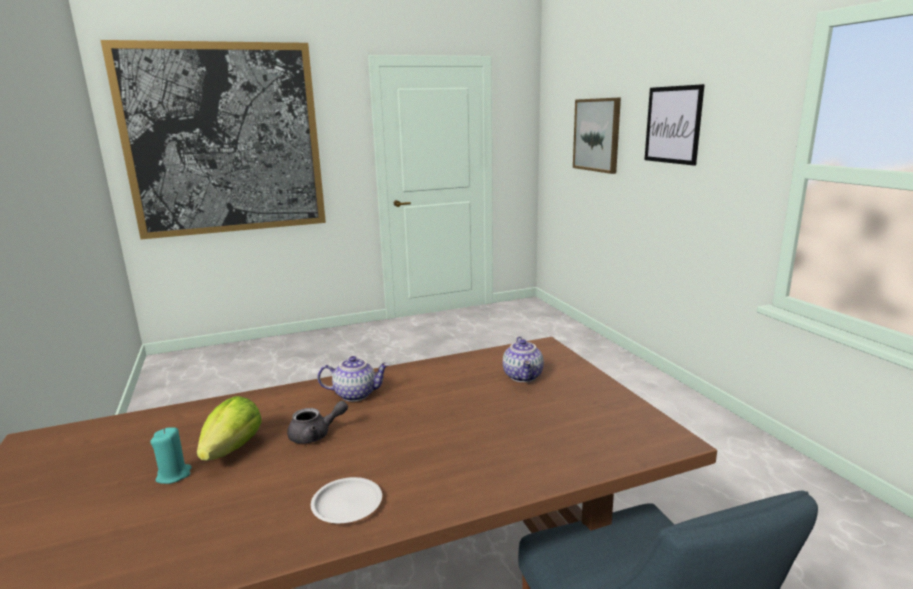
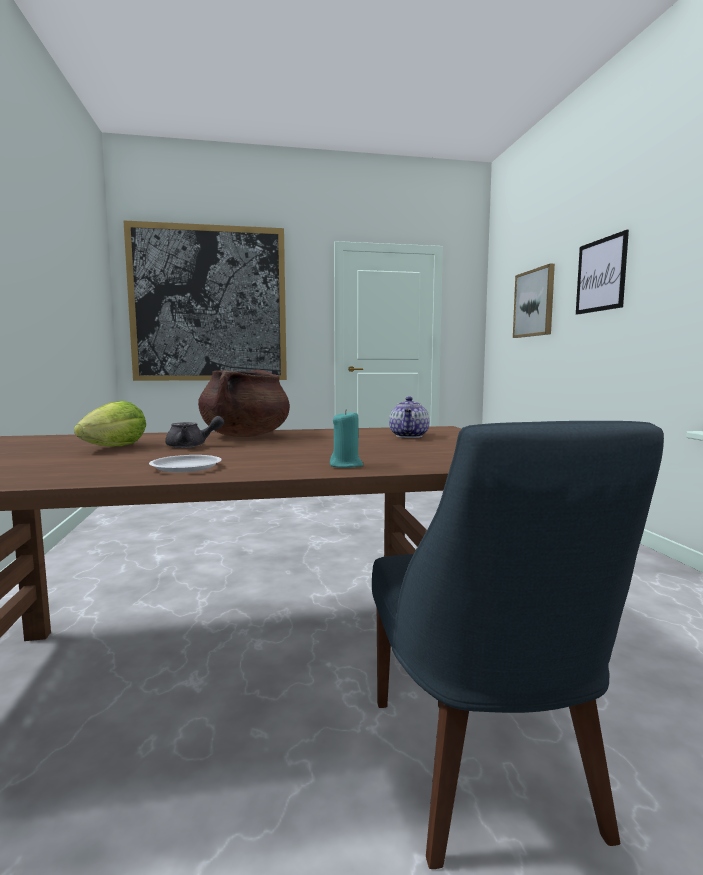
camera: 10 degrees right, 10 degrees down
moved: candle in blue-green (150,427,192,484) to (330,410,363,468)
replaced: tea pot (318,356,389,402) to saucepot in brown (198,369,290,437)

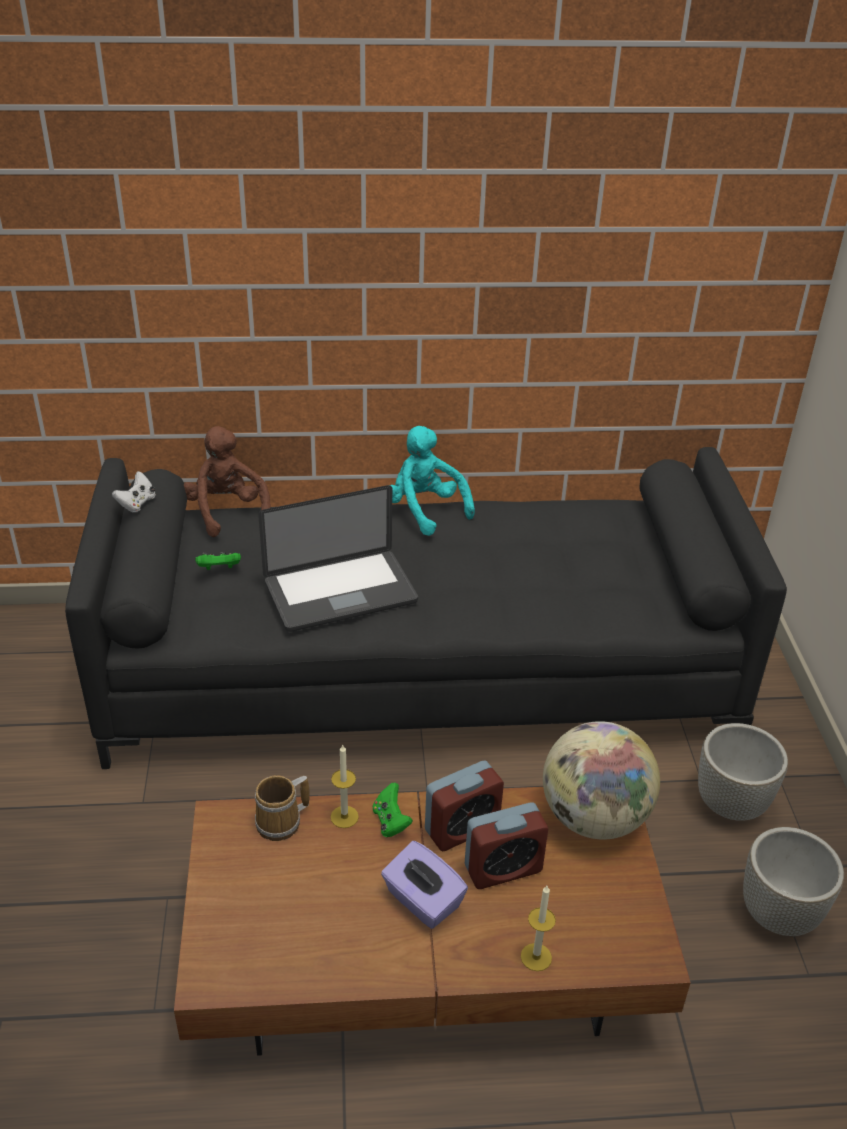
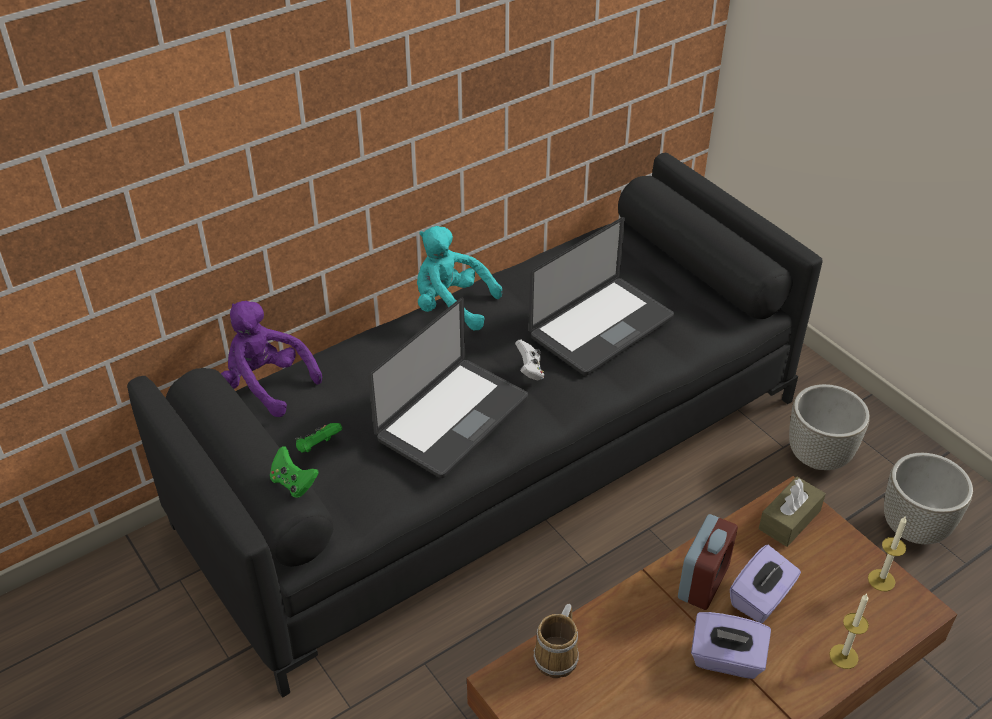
camera: 30 degrees left, 5 degrees up
added: notebook computer (529,217,674,376)
moved: game controller in white-coloured (112,471,156,513) to (515,340,544,380); candle (331,745,359,828) to (868,516,907,591); game controller in green-coloured (373,783,413,837) to (270,446,319,498)
replaced: alarm clock (465,802,548,889) to tissue holder in purplish (730,545,801,623); globe (543,721,660,840) to tissue holder in brown (759,477,826,547)
recoloured: soft toy in brown (184,426,271,537) to soft toy in purplish (221,301,322,417)

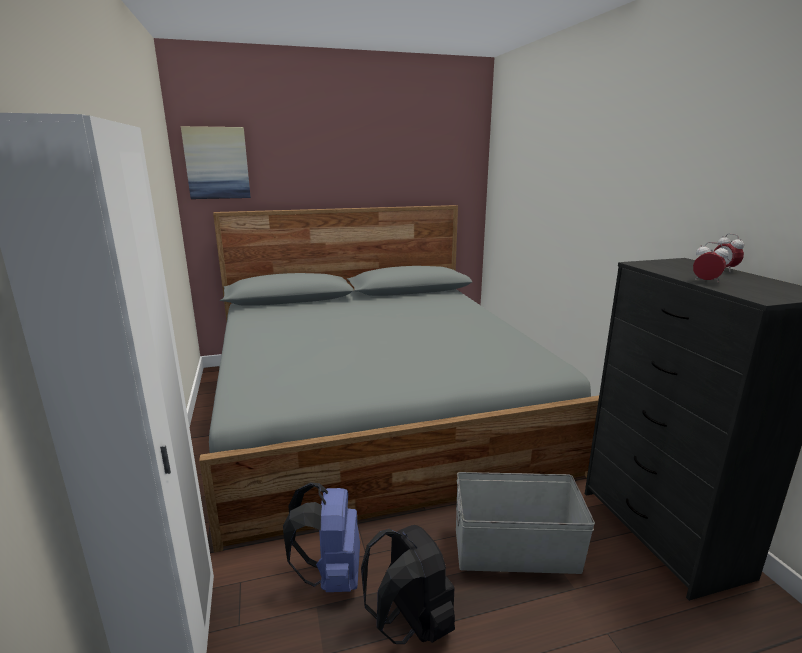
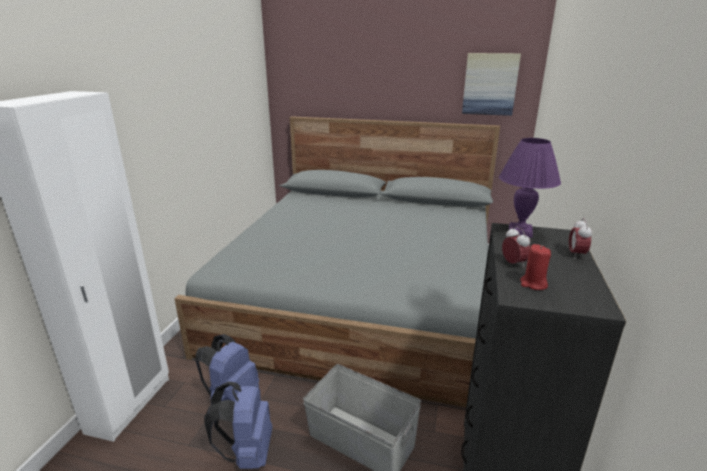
camera: 30 degrees right, 5 degrees up
added: tabletop lamp in purplish (499,138,561,238); candle in red-coloured (520,244,551,290)
moved: wall art (181,126,251,199) to (462,53,521,116)
recoloured: knapsack in blackish (361,525,455,644) to knapsack in bluish (204,381,272,469)

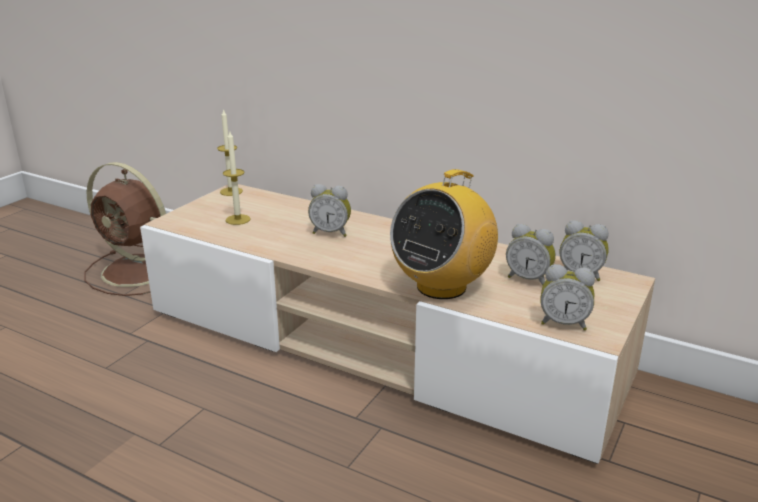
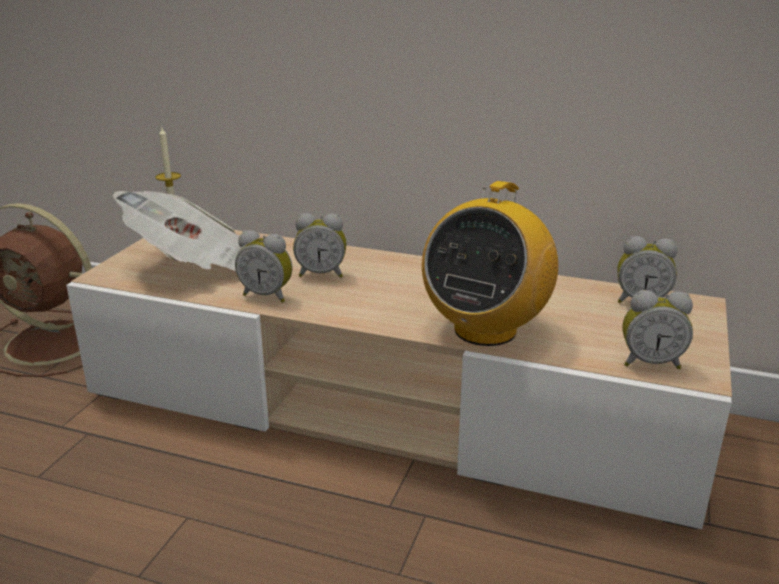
camera: 10 degrees left, 0 degrees up
moved: alarm clock (506,224,556,286) to (235,230,292,303)
replaced: candle (223,132,251,225) to newspaper (113,191,246,271)

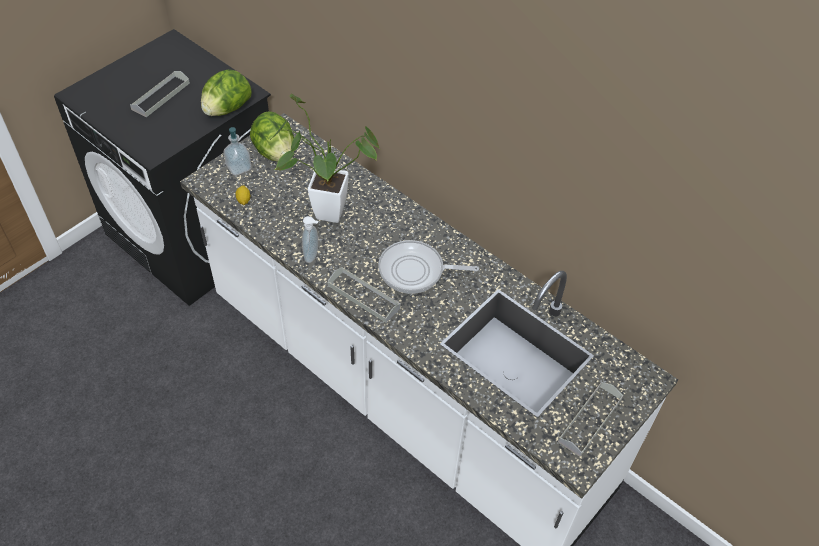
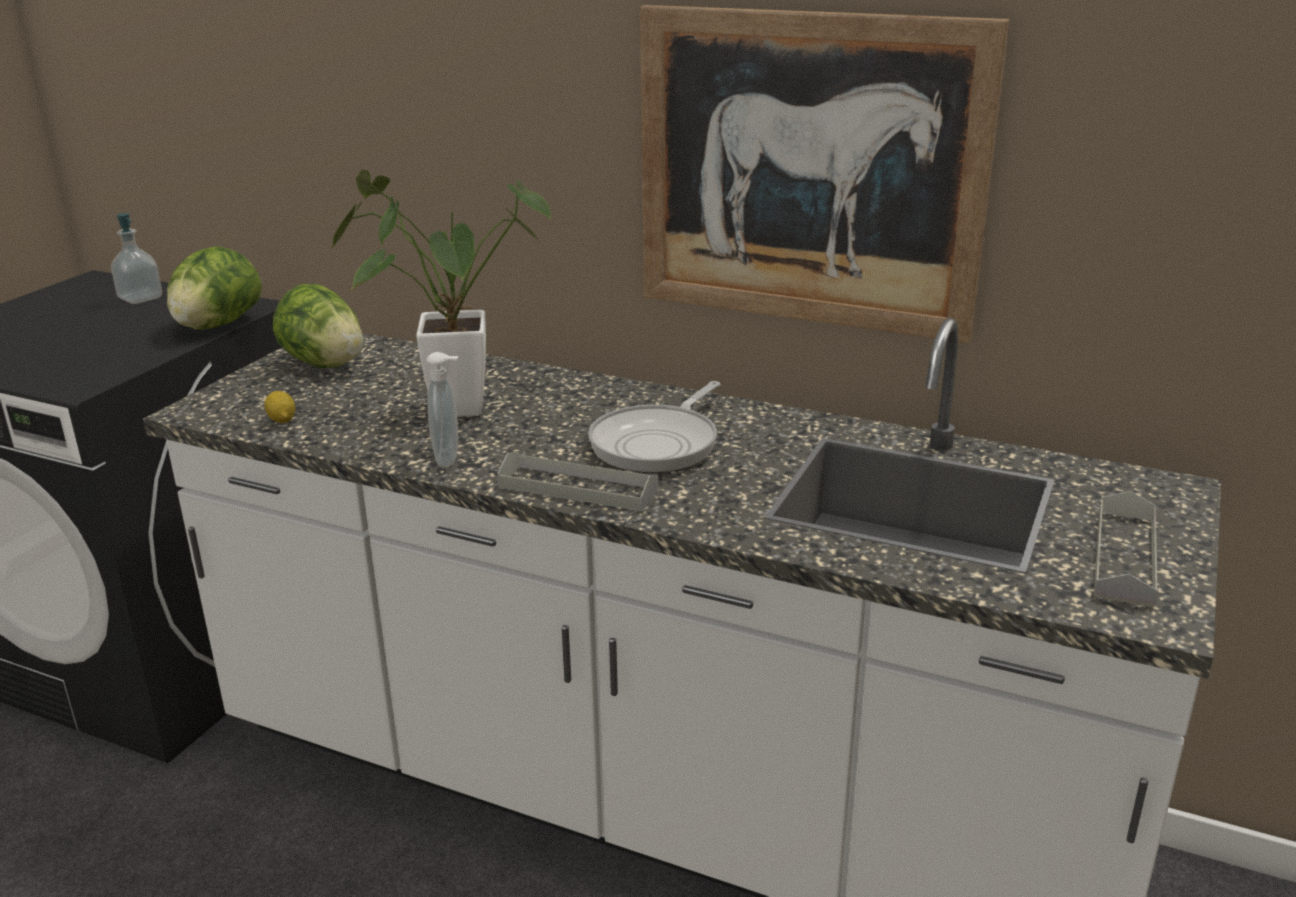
camera: 15 degrees left, 25 degrees down
removed: tray in greyish (130,71,190,117)
added: wall art (640,5,1010,343)
moved: soap dispenser (224,127,251,176) to (111,213,162,304)
turned: frying pan (378,240,479,294) = (588,381,721,473) 45 degrees counterclockwise

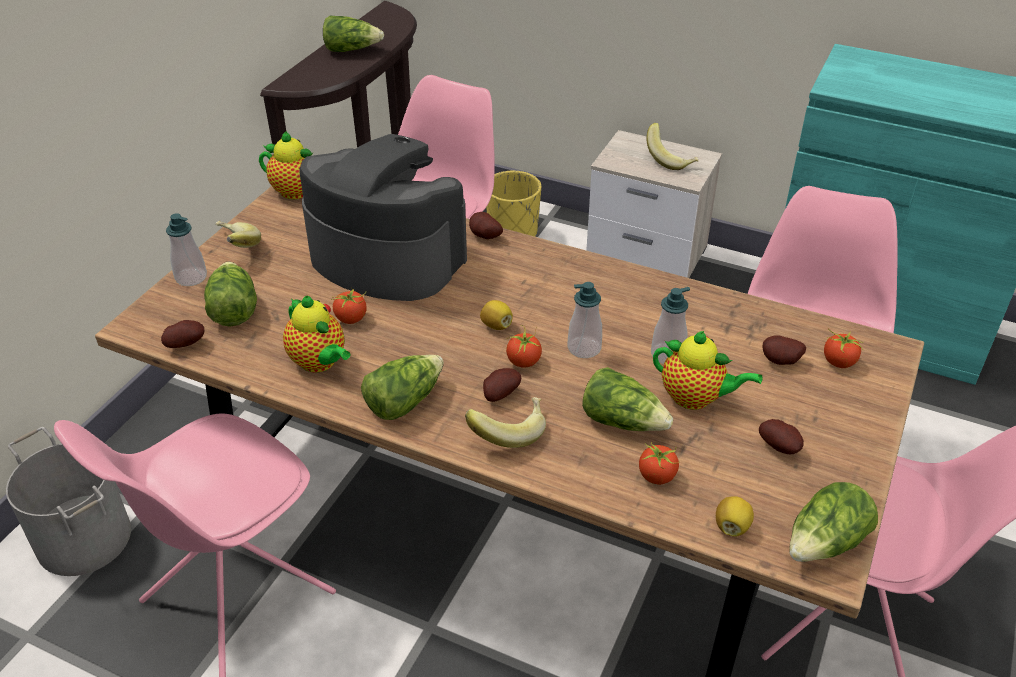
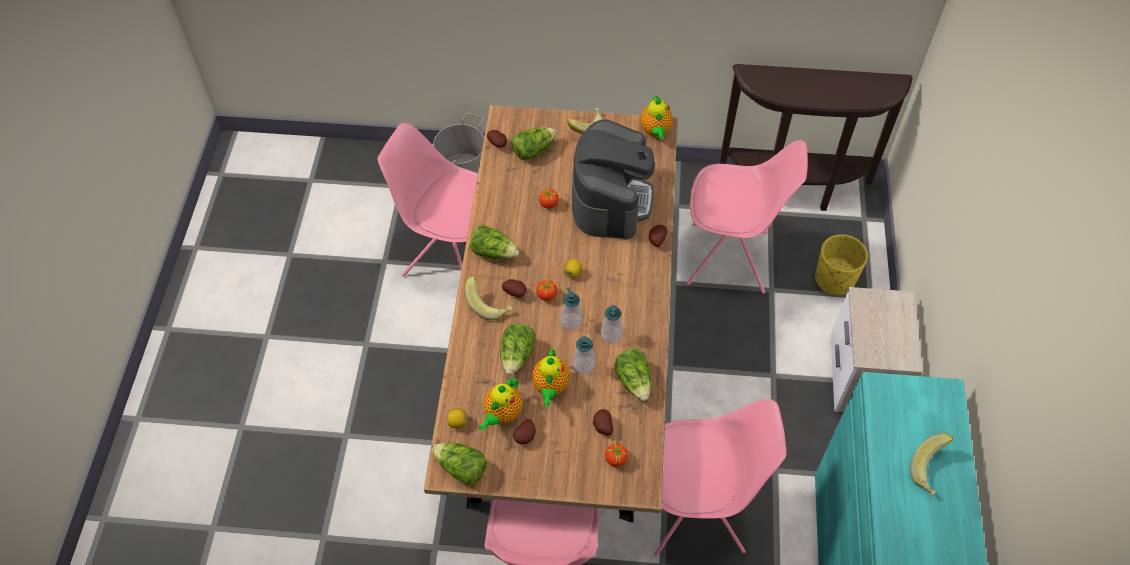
camera: 70 degrees right, 15 degrees up
removed: whole tomato (639,442,680,485)
moved: soap dispenser (166,213,207,286) to (601,305,623,343); tea pot (283,296,350,373) to (479,378,523,431); head of lettuce (323,15,384,52) to (614,348,652,401); banana (646,123,698,170) to (910,433,953,496)

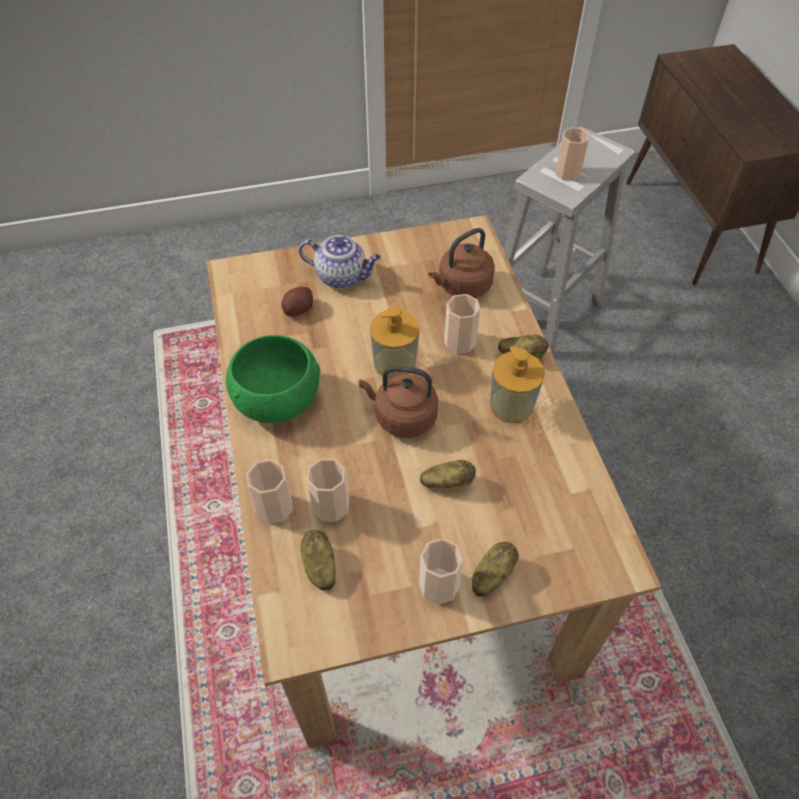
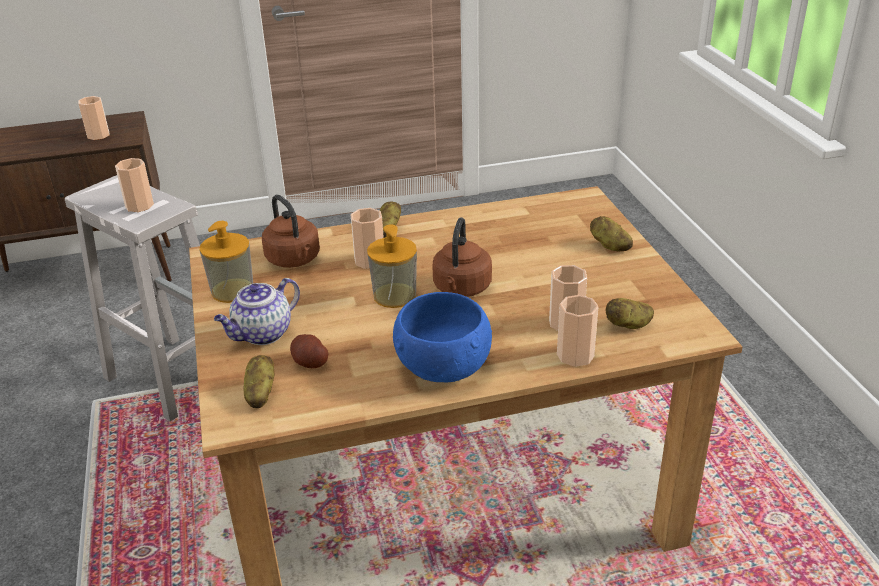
camera: 90 degrees left, 20 degrees down
moved: drinking cup (419,538,464,605) to (78,96,110,140); whole potato (420,460,476,488) to (243,355,275,408); soap dispenser (490,346,545,423) to (199,221,253,303)
recoloured: serving bowl in green-coloured (226,335,320,423) to serving bowl in bluish (393,292,492,382)
turned: tea pot (299,235,381,289) = (214,278,300,345) 150 degrees counterclockwise

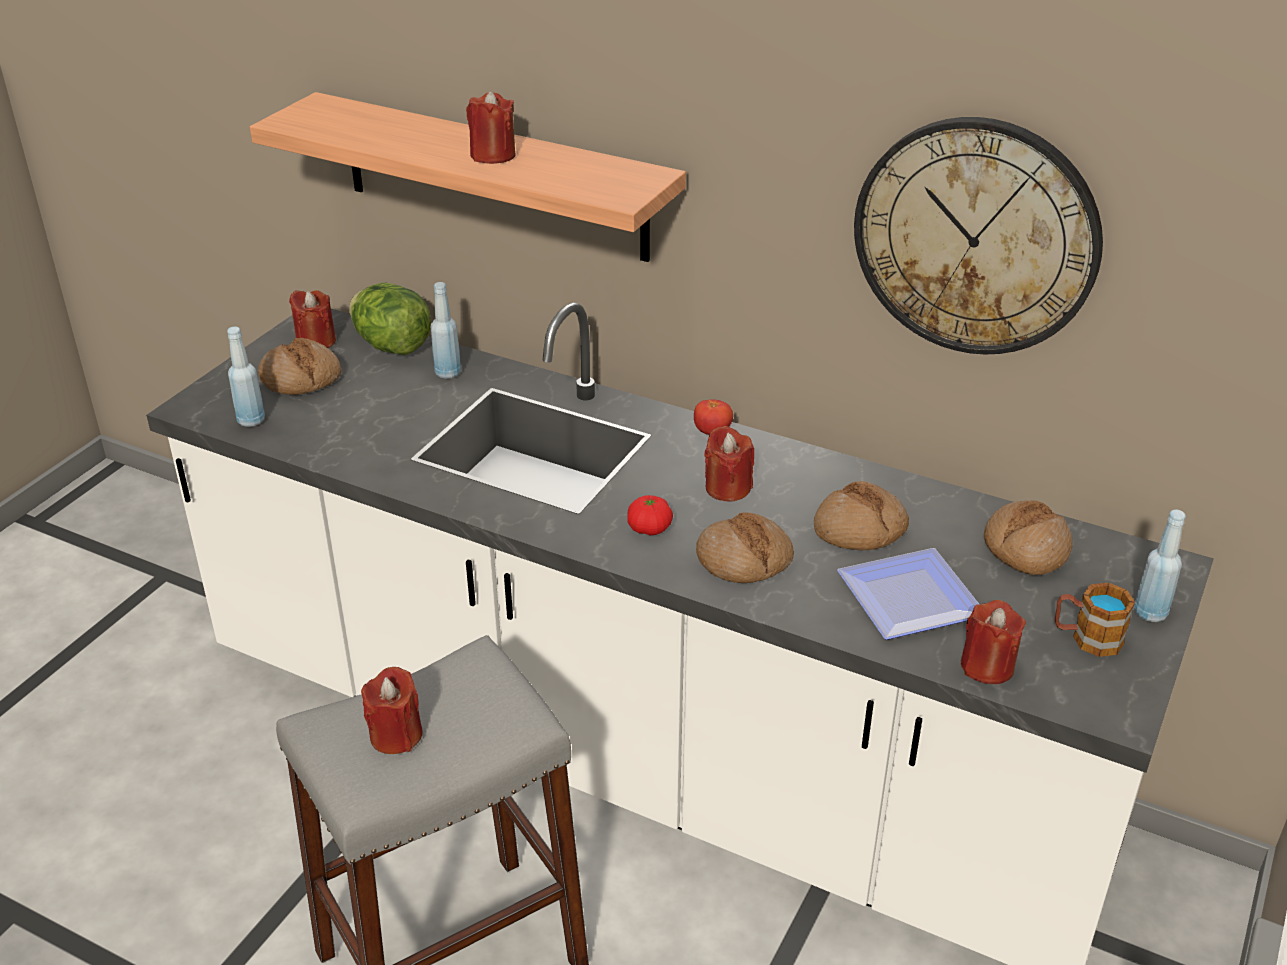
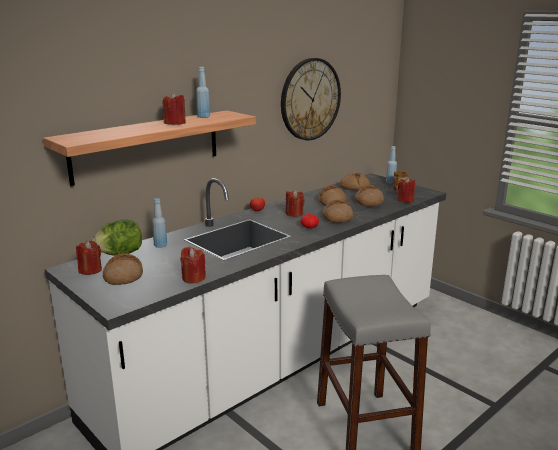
camera: 70 degrees left, 15 degrees down
moved: bottle in bluish (227,327,265,427) to (196,67,210,118); candle in red-coloured (361,667,423,754) to (180,247,206,283)
replaced: flat dish (837,548,979,640) to bread (355,185,384,206)

